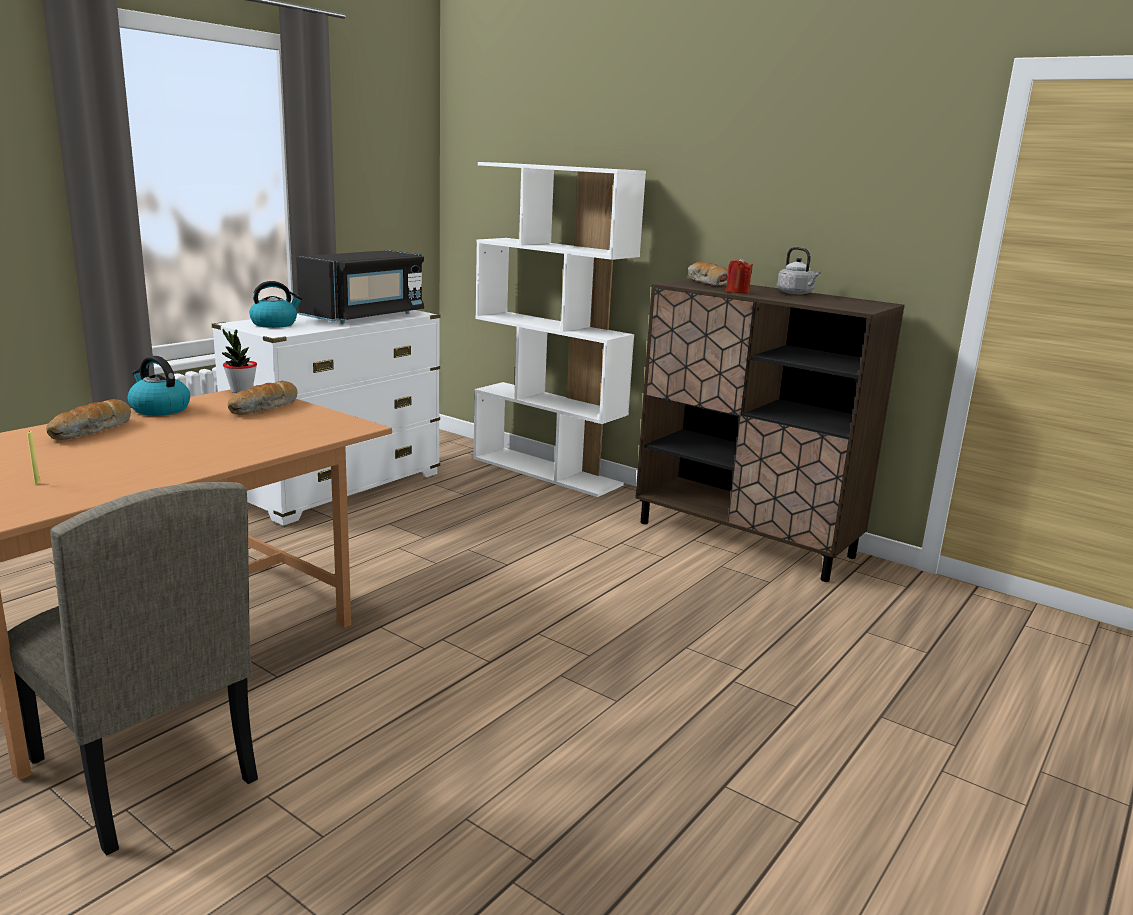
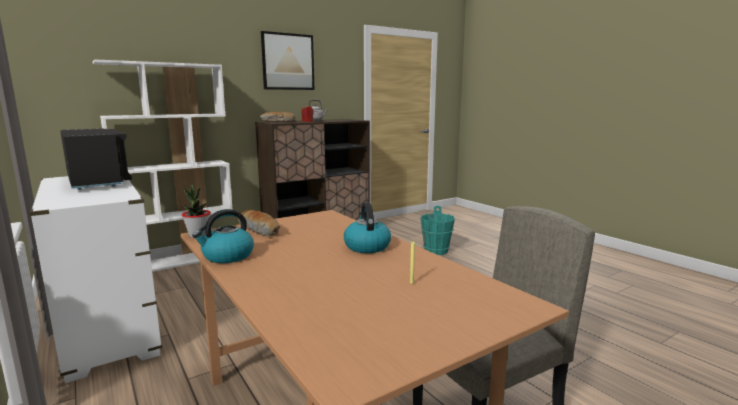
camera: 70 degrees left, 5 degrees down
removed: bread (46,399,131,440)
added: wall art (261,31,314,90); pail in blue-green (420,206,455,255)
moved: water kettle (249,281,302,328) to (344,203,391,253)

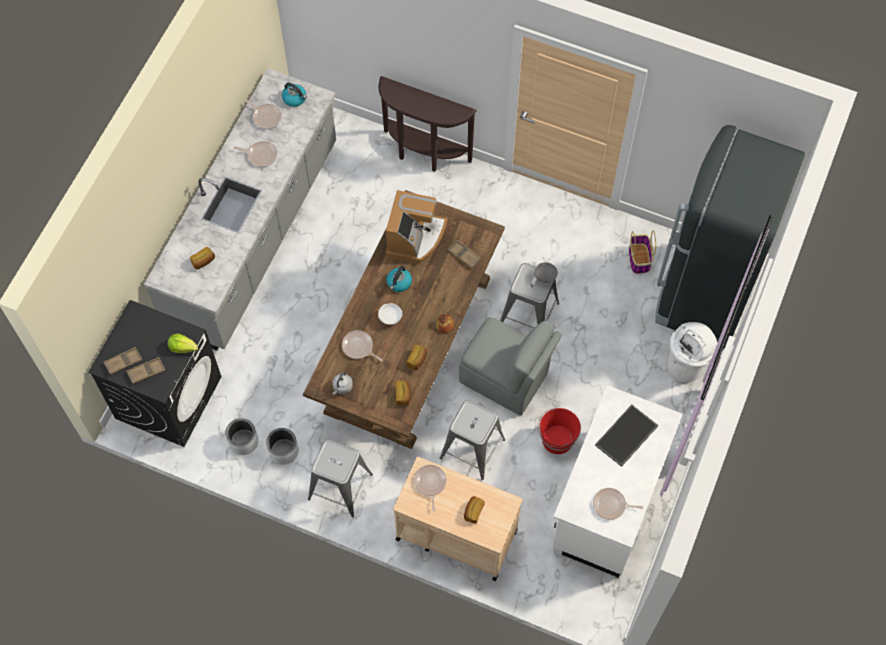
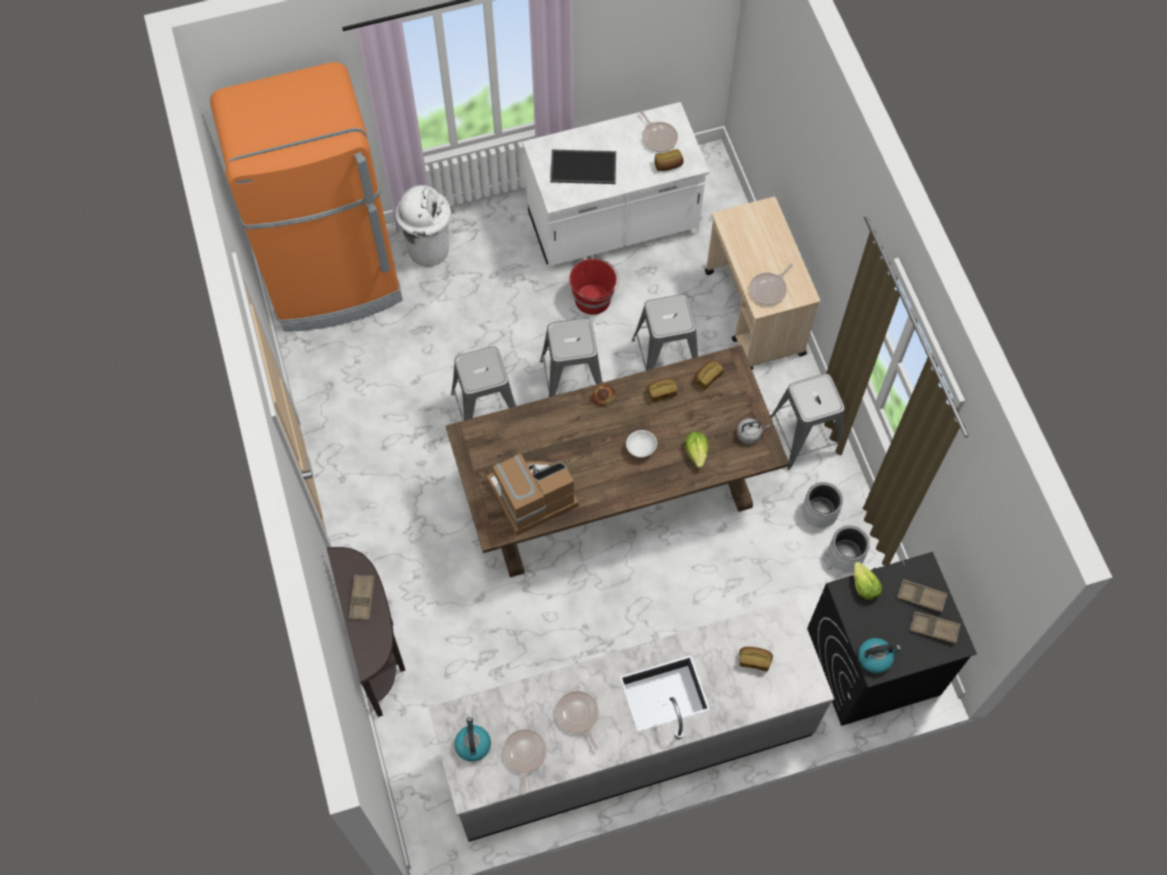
camera: 130 degrees left, 0 degrees up
removed: serving bowl in greyish (534,262,558,283); household basket (629,231,656,274)
moved: water kettle (386,266,412,292) to (858,638,901,673); tray in brown (447,240,481,269) to (349,574,375,621); bread (464,496,485,523) to (655,149,684,171)
replaced: frying pan (342,330,383,361) to head of lettuce (684,432,708,468); plain chair in greyish (459,317,562,416) to stool seat in greyish (540,318,602,397)
recoloured: fridge in blackish (655,125,805,348) to fridge in orangey (210,62,403,331)

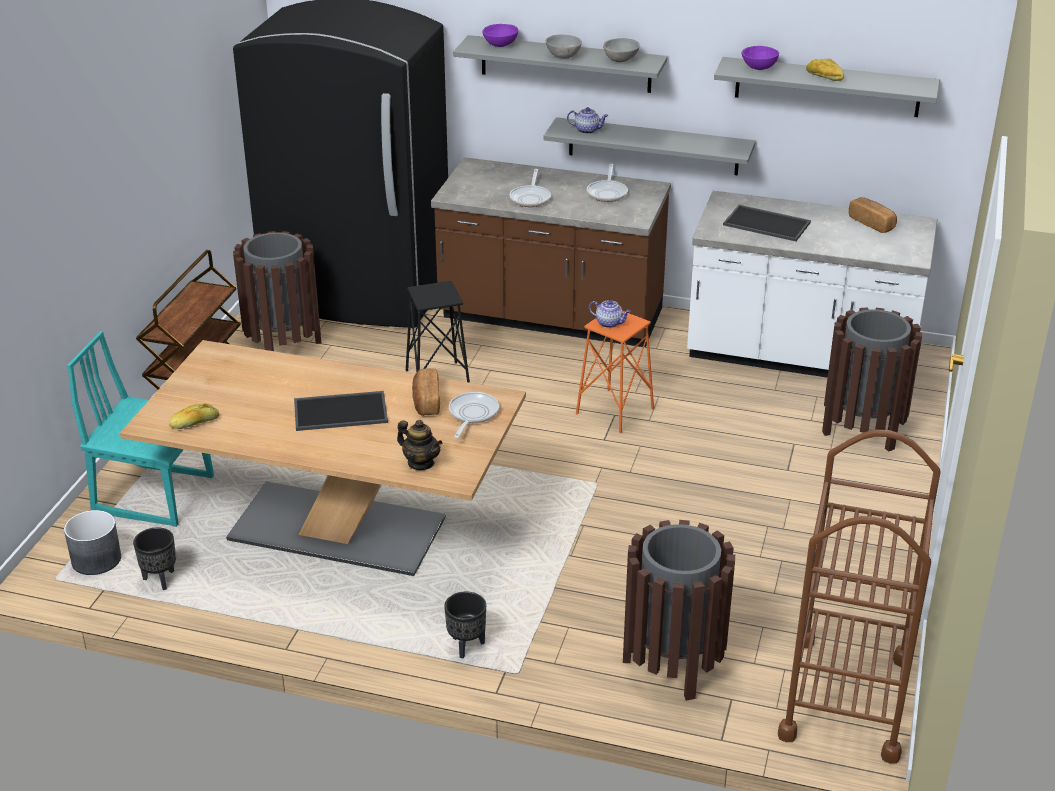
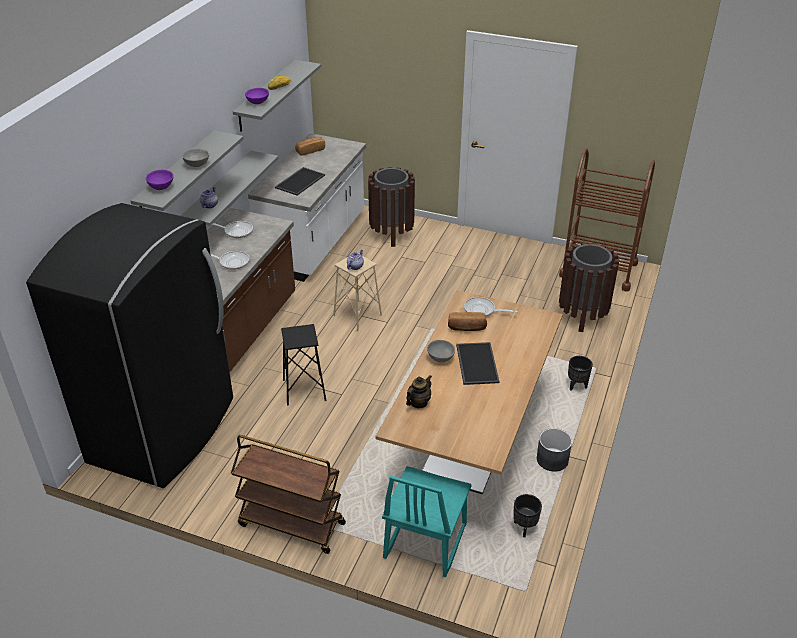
camera: 85 degrees left, 5 degrees up
removed: bread (169,404,219,429); trash can in brown (233,231,321,351)
moved: planter in greyish (64,510,121,575) to (537,428,572,471); tea pot (397,420,442,470) to (406,375,432,408); serving bowl in greyish (603,38,640,62) to (427,340,455,362)
recoloured: stool seat in orangey (576,311,654,433) to stool seat in beige (333,256,382,331)

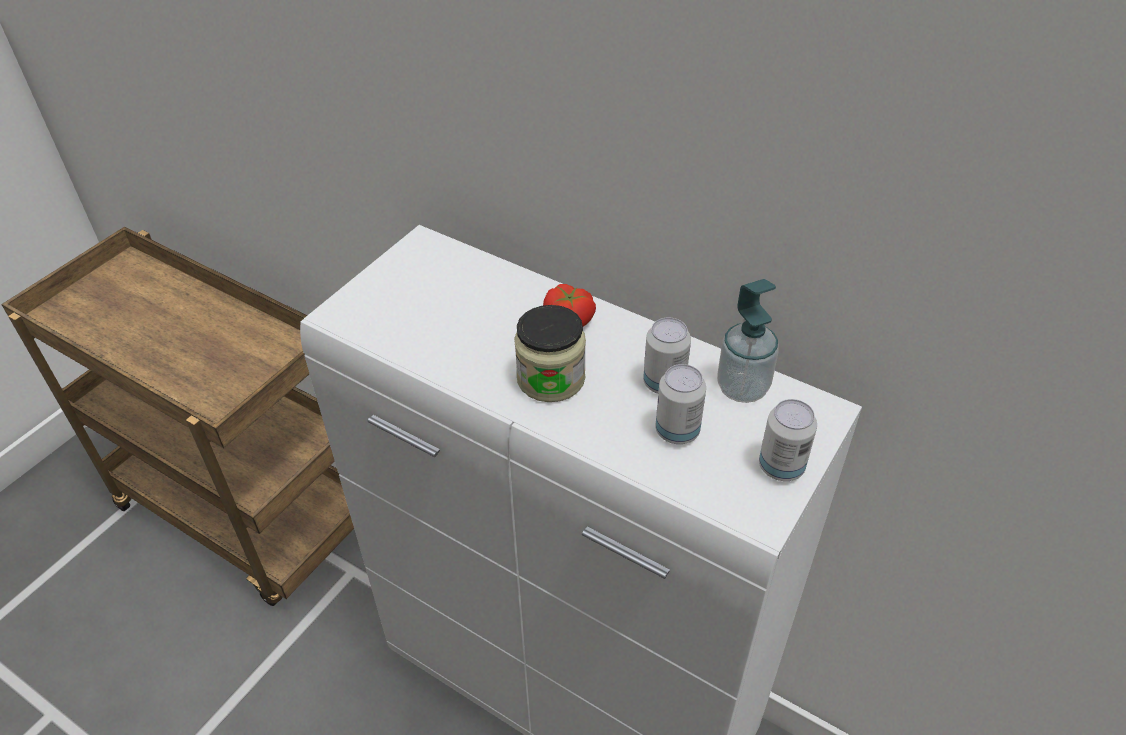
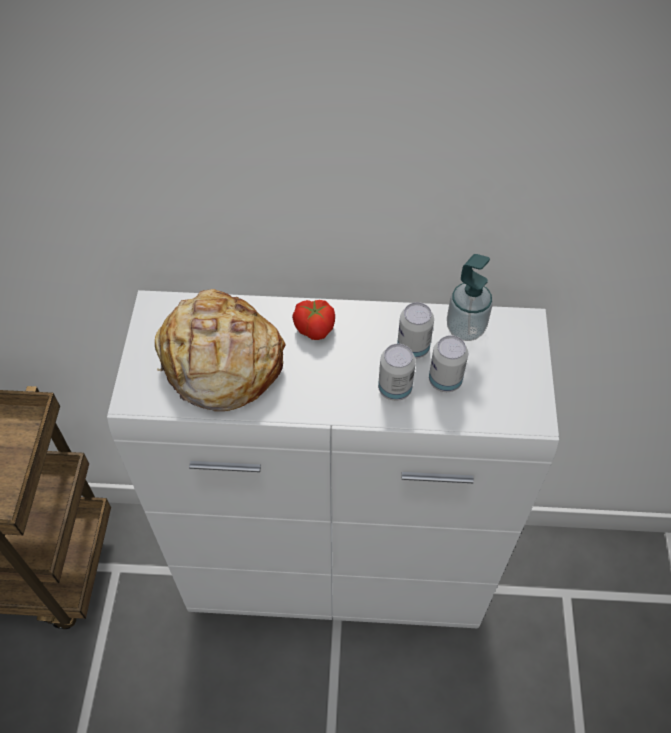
camera: 30 degrees left, 10 degrees up
removed: storage jar (514,305,586,402)
added: bread (155,289,286,411)
moved: sealed can (759,399,817,481) to (378,344,416,401)

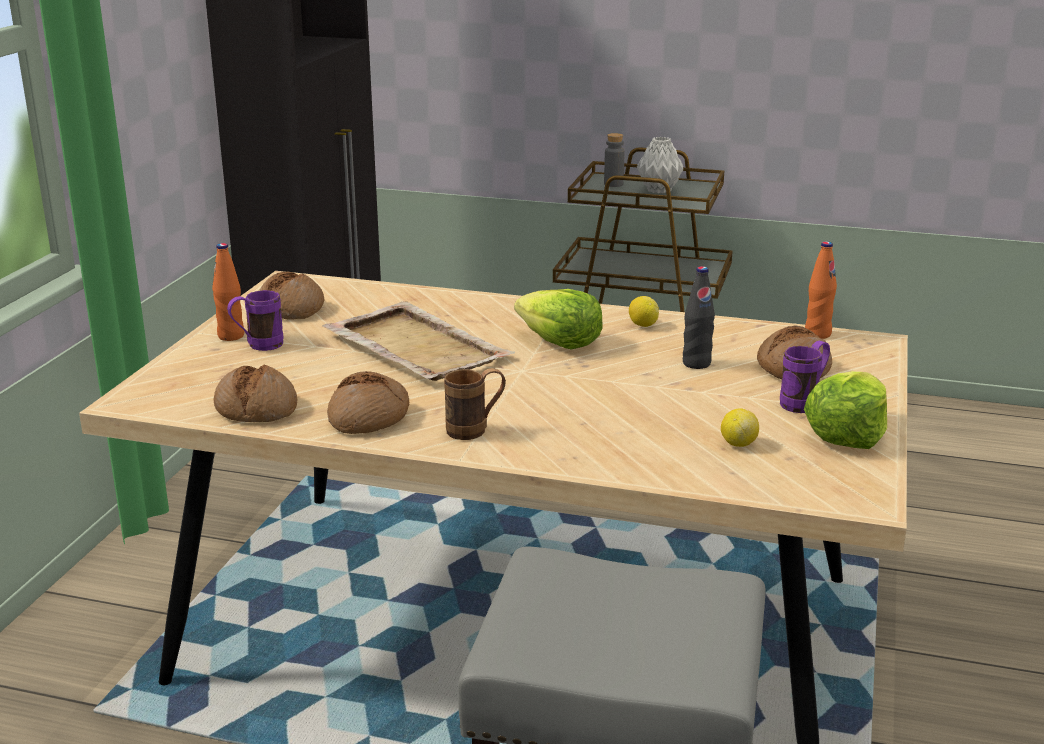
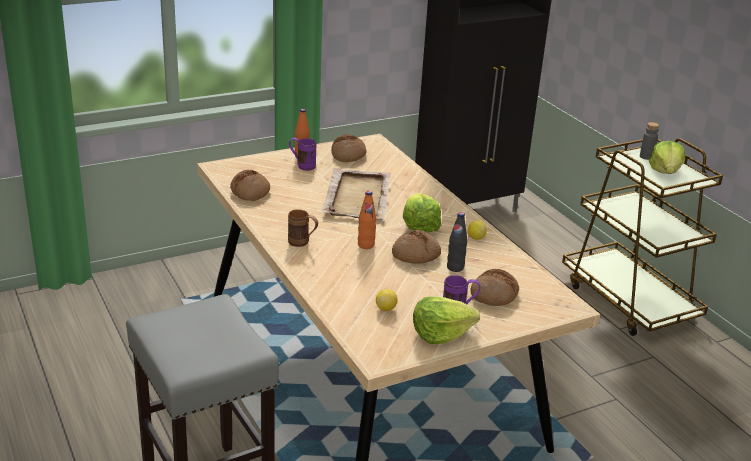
camera: 45 degrees right, 5 degrees up
moved: bread (327,371,410,434) to (392,230,441,264); bottle in orangey (805,241,837,339) to (358,191,376,249)
replaced: flower vase in greyish (637,137,683,193) to head of lettuce (649,141,685,174)

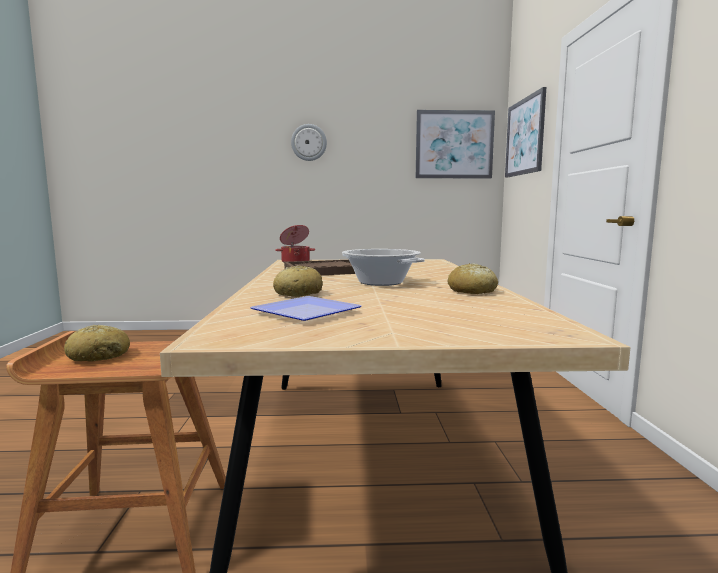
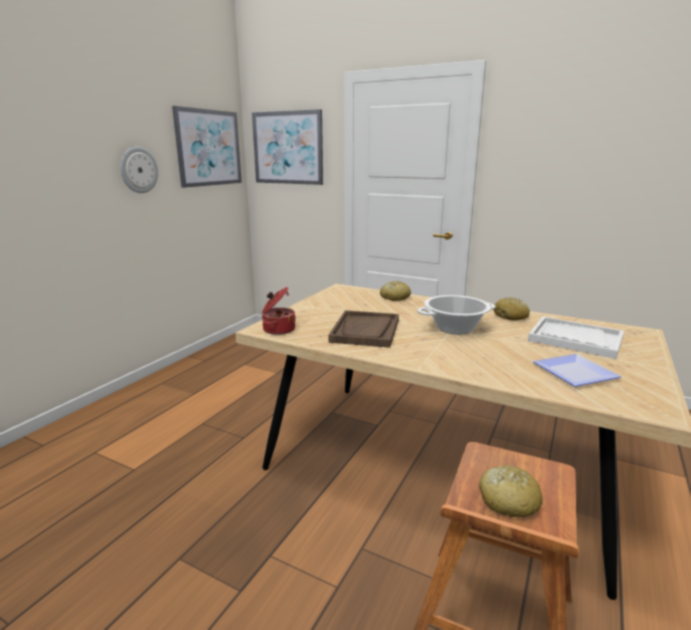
camera: 60 degrees left, 10 degrees up
added: tray in white-coloured (528,316,624,359)
moved: bread (273,265,323,297) to (380,281,411,301); clock on the wall (291,124,327,161) to (120,147,158,193)

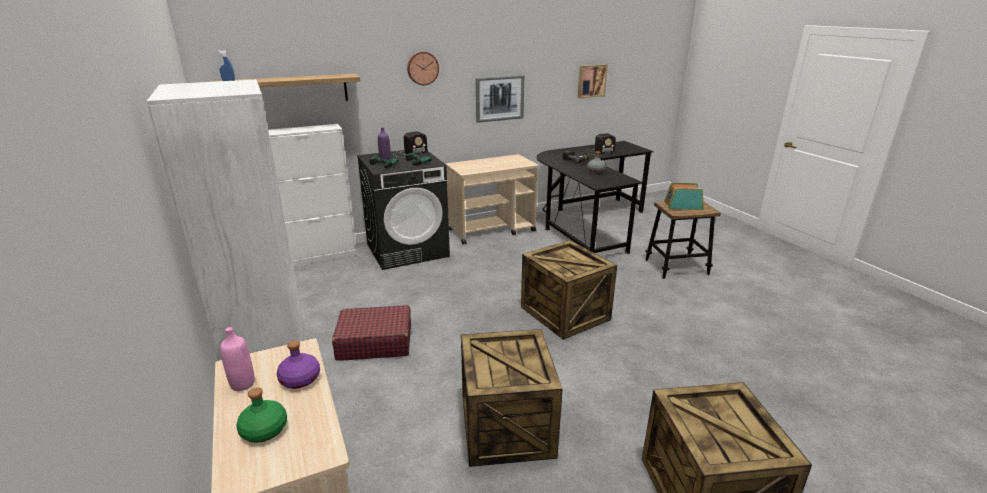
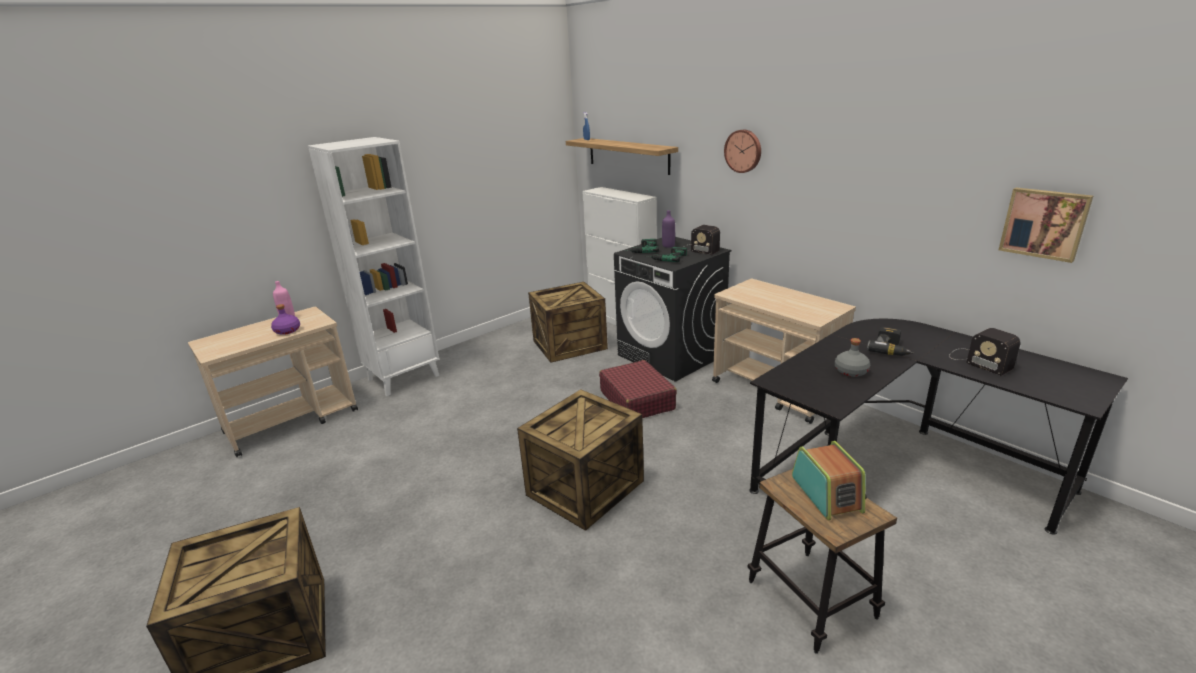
camera: 75 degrees right, 0 degrees up
removed: bottle in green-coloured (236,388,287,443); wall art (476,75,524,123)
moved: suitcase in red-coloured (332,305,411,361) to (599,360,677,418); shipping crate (461,329,563,467) to (528,282,608,363)

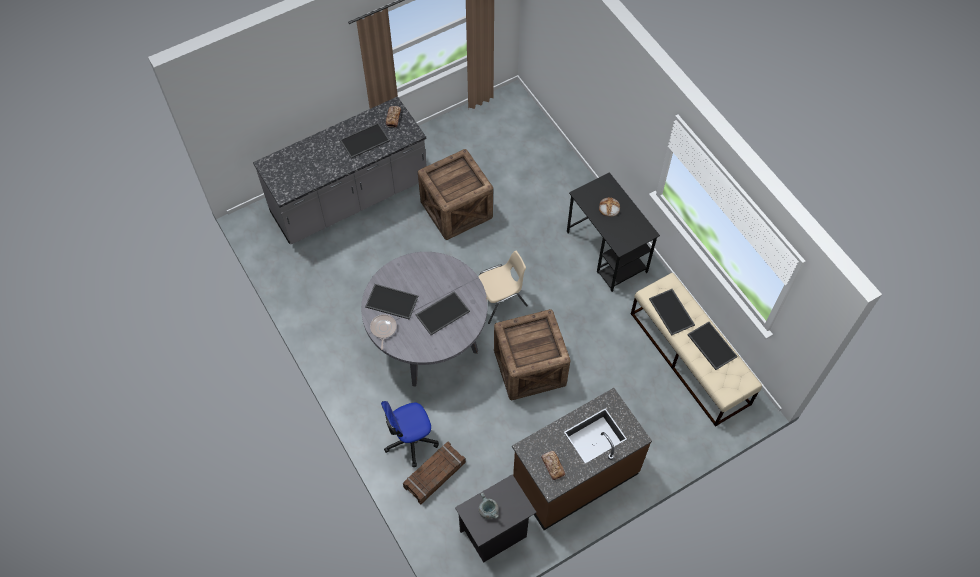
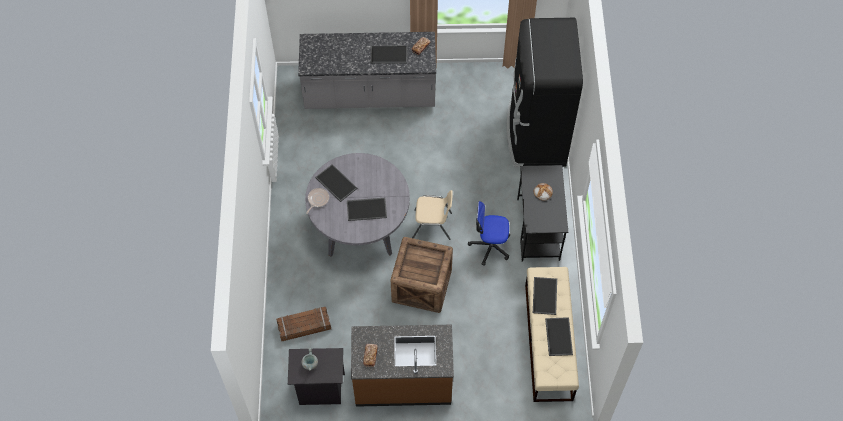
camera: 30 degrees right, 0 degrees up
removed: shipping crate (418,149,493,240)
added: fridge in blackish (506,18,583,168)
moved: desk chair (381,401,439,467) to (468,201,510,266)

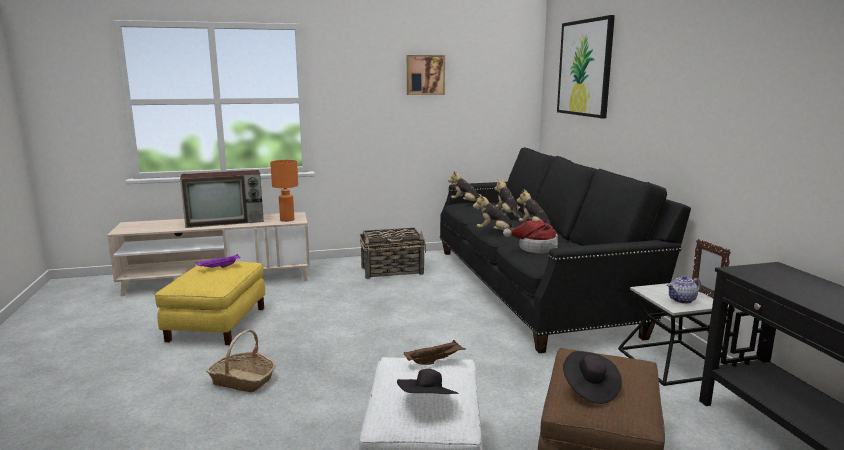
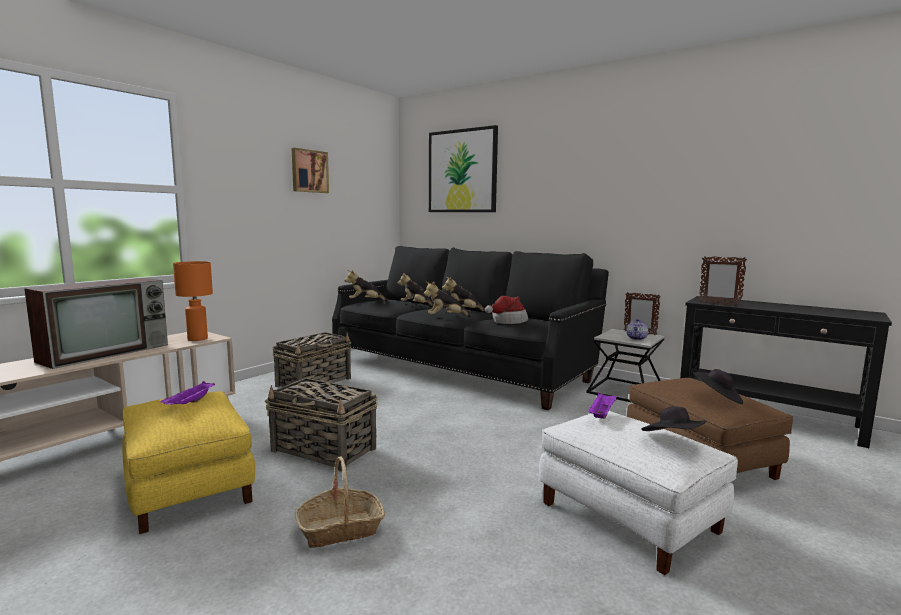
camera: 40 degrees left, 5 degrees down
added: household basket (265,378,377,472); picture frame (699,256,747,306)
recoloured: tray in brown (404,340,466,365) to tray in purplish (588,392,618,419)

